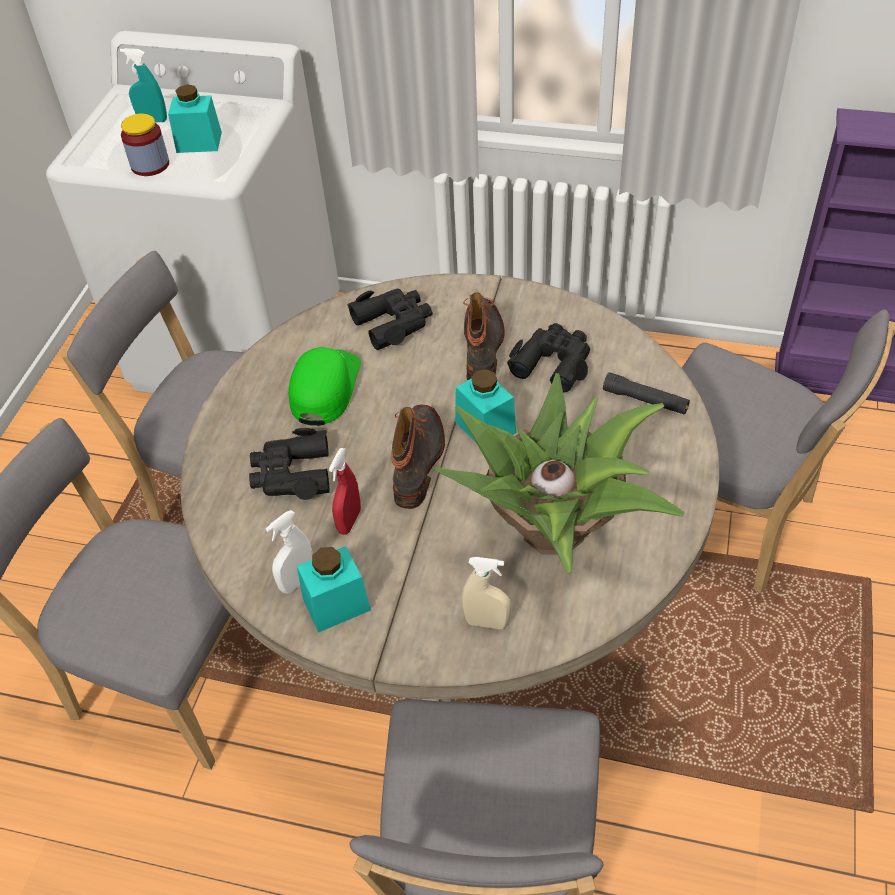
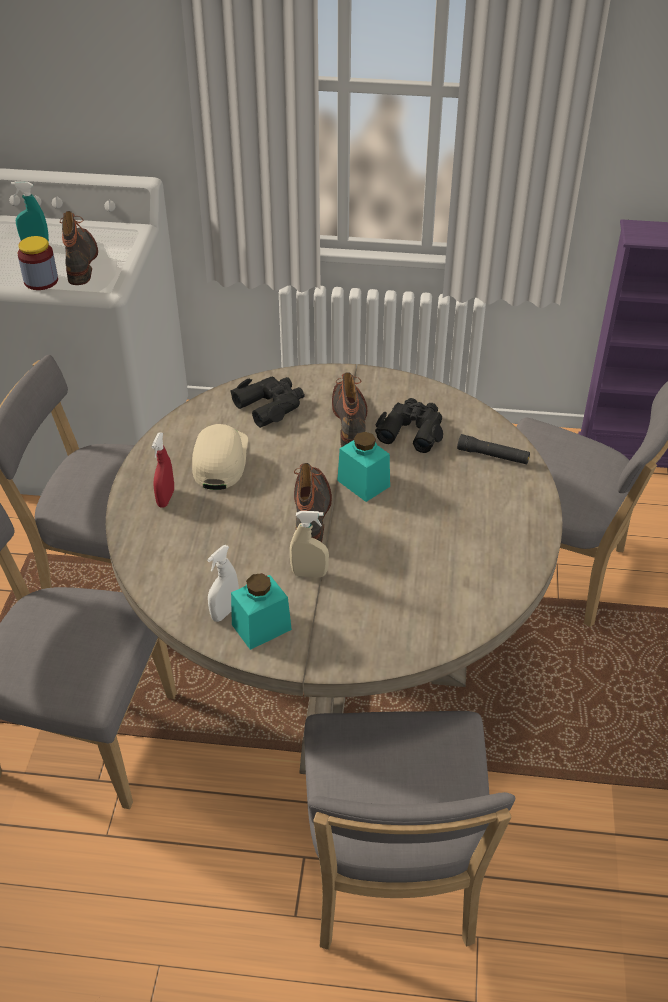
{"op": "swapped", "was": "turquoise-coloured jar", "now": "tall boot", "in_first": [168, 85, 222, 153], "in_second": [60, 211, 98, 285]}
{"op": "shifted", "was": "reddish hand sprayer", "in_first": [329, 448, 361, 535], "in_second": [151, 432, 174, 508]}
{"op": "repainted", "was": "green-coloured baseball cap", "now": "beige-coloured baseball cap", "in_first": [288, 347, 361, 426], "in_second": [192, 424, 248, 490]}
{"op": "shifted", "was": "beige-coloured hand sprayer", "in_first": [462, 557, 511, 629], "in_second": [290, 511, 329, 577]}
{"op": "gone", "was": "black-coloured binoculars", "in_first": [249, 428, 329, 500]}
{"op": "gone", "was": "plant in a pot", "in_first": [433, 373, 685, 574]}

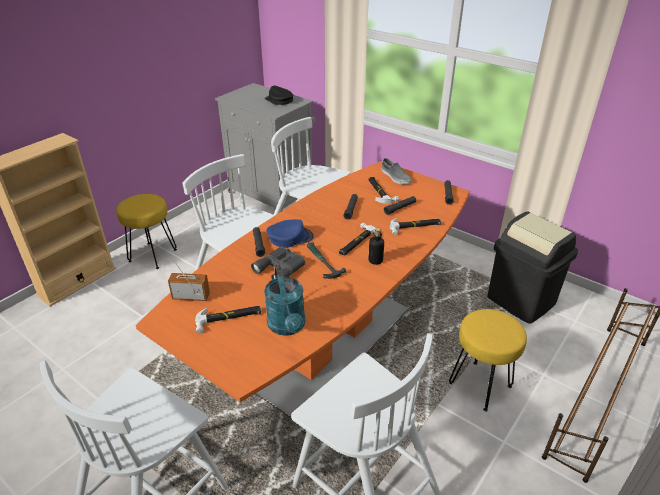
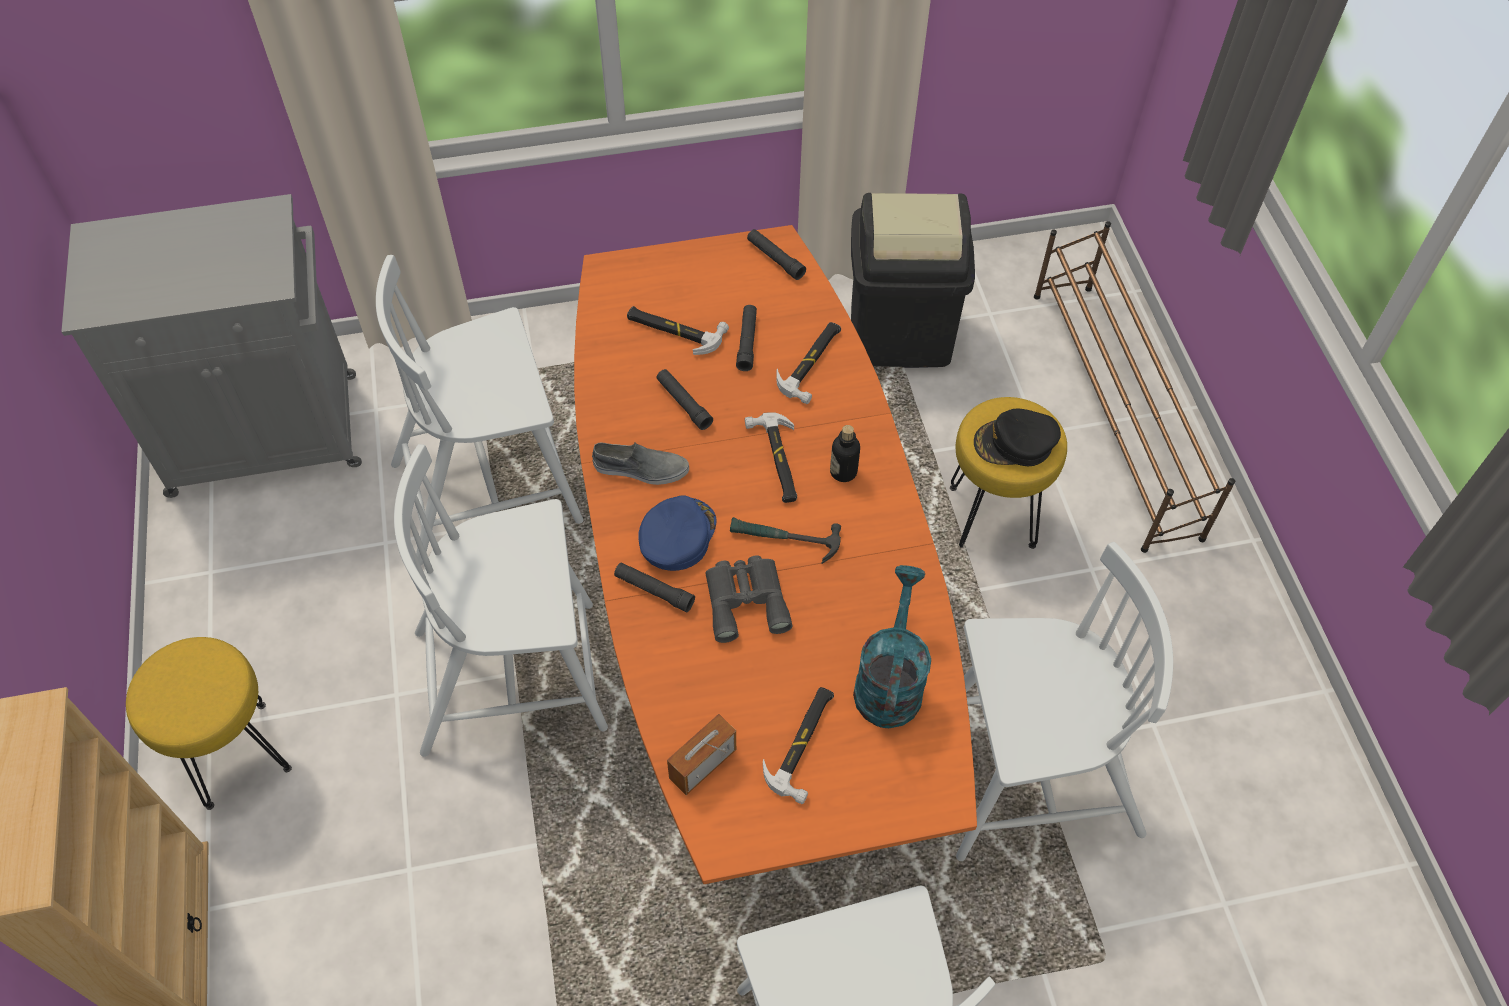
{"op": "shifted", "was": "grey shoe", "in_first": [381, 158, 412, 185], "in_second": [592, 442, 689, 485]}
{"op": "rotated", "was": "turquoise-coloured watering can", "in_first": [264, 266, 305, 336], "in_second": [853, 565, 931, 728], "clockwise": -105}
{"op": "shifted", "was": "black-coloured baseball cap", "in_first": [265, 86, 293, 105], "in_second": [974, 409, 1061, 466]}

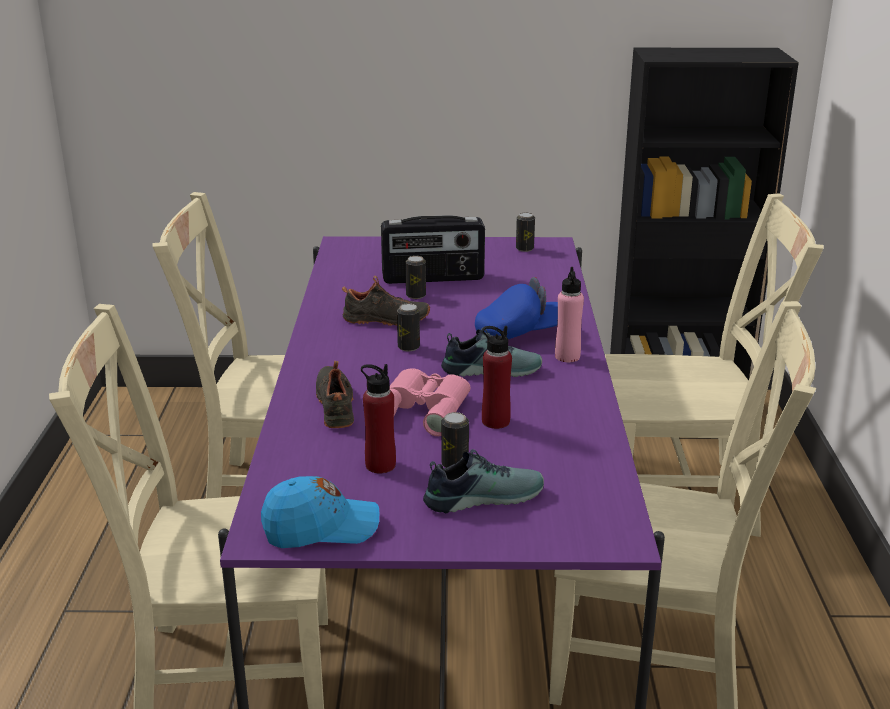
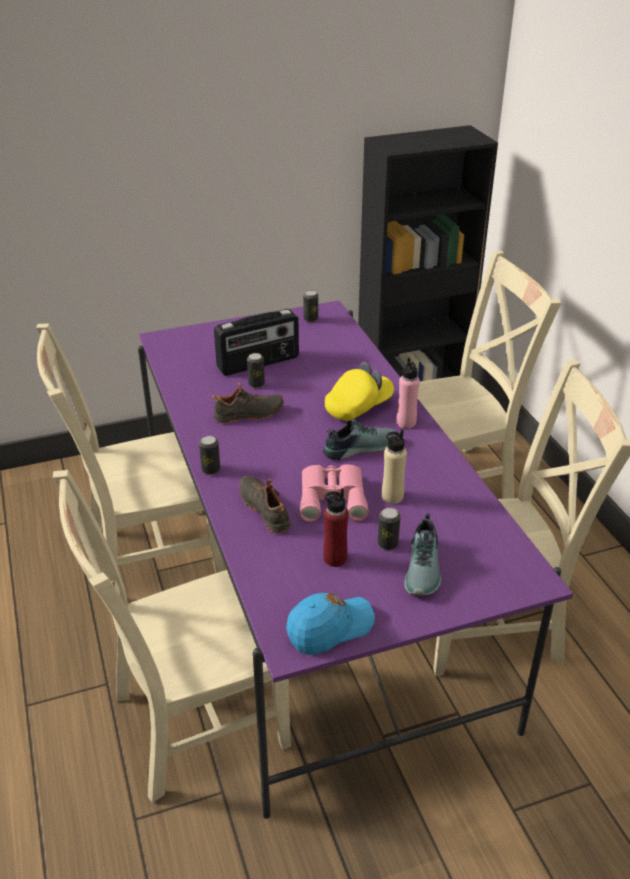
{"op": "shifted", "was": "metal can", "in_first": [397, 303, 420, 351], "in_second": [199, 436, 220, 475]}
{"op": "repainted", "was": "bluish baseball cap", "now": "yellowish baseball cap", "in_first": [475, 277, 558, 339], "in_second": [325, 362, 394, 421]}
{"op": "repainted", "was": "reddish bottle", "now": "beige-coloured bottle", "in_first": [482, 326, 512, 429], "in_second": [382, 429, 407, 504]}
{"op": "rotated", "was": "shoe", "in_first": [423, 449, 544, 513], "in_second": [404, 513, 441, 596], "clockwise": 135}

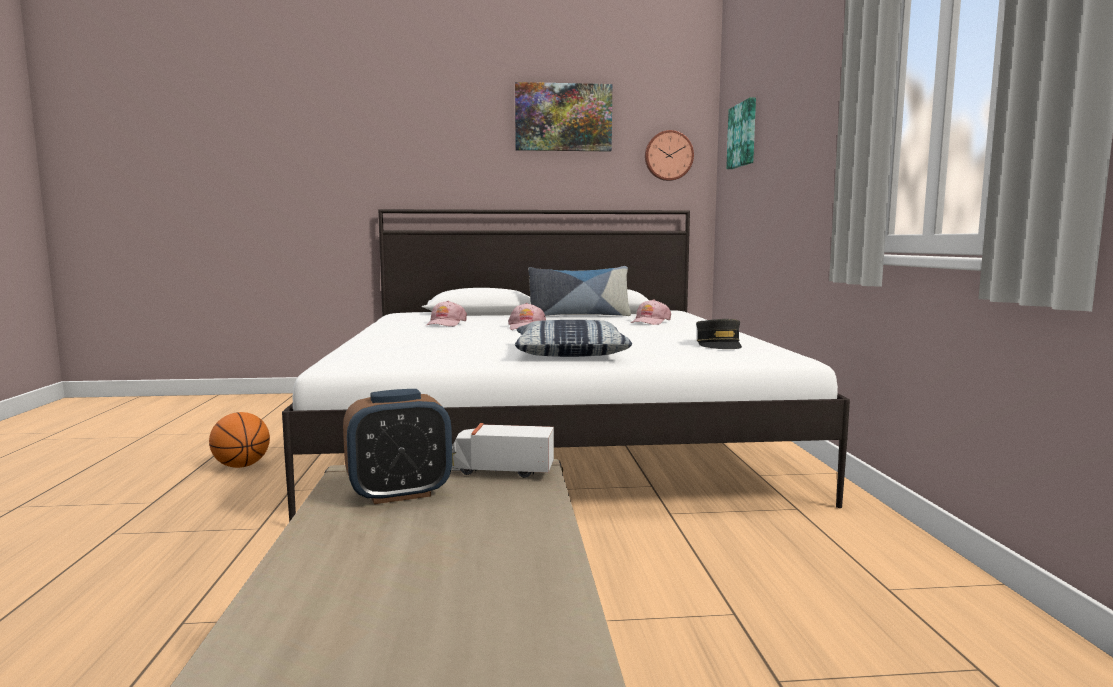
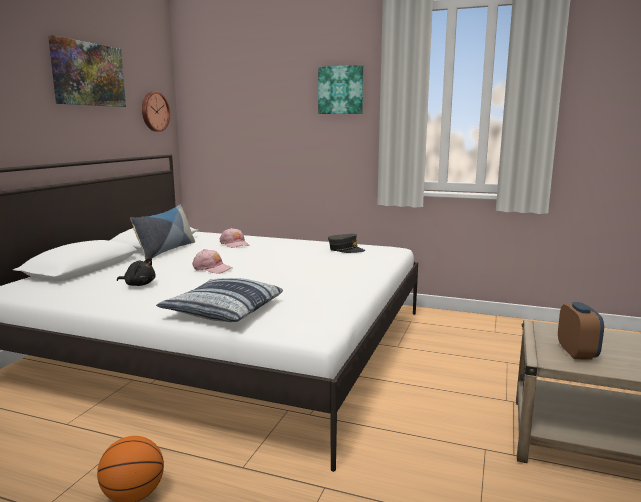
{"op": "swapped", "was": "pinkish baseball cap", "now": "black-coloured cuddly toy", "in_first": [425, 301, 467, 327], "in_second": [117, 258, 155, 286]}
{"op": "shifted", "was": "cushion", "in_first": [515, 320, 632, 357], "in_second": [156, 278, 283, 322]}
{"op": "shifted", "was": "picture", "in_first": [726, 98, 756, 169], "in_second": [318, 65, 364, 114]}
{"op": "gone", "was": "toy lorry", "in_first": [452, 423, 554, 478]}

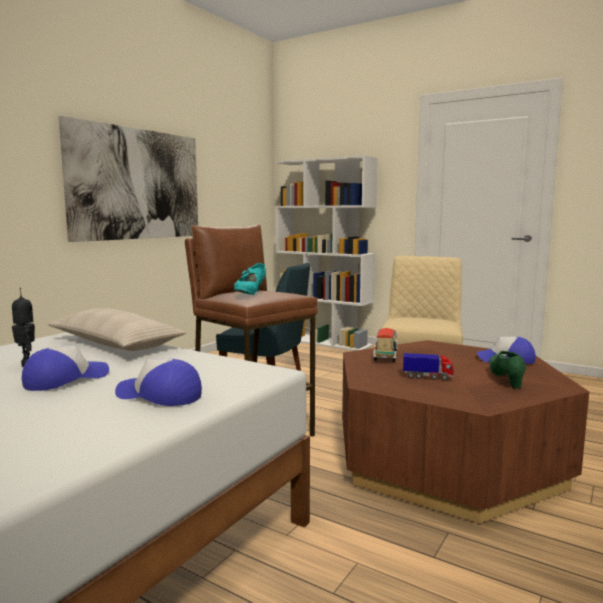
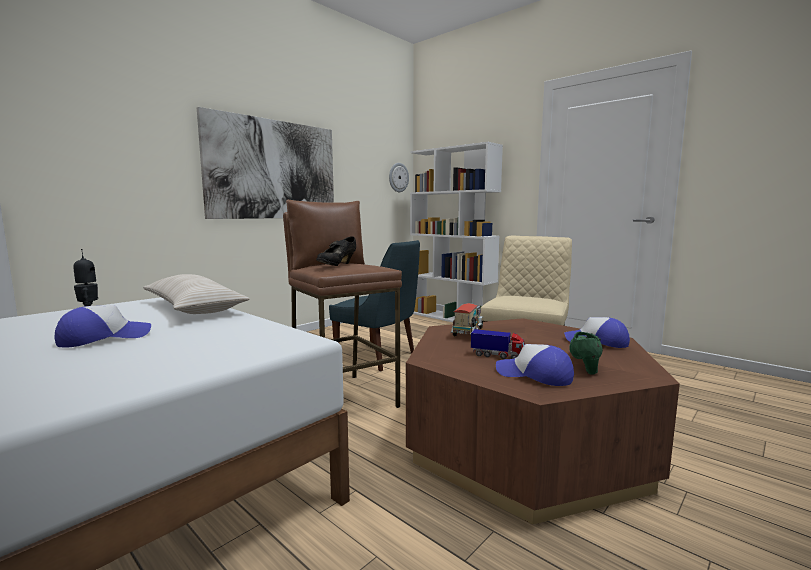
{"op": "repainted", "was": "turquoise-coloured shoe", "now": "black-coloured shoe", "in_first": [234, 263, 266, 295], "in_second": [316, 236, 356, 266]}
{"op": "new", "now": "wall clock", "in_second": [389, 163, 409, 192]}
{"op": "shifted", "was": "baseball cap", "in_first": [115, 359, 202, 406], "in_second": [496, 344, 574, 386]}

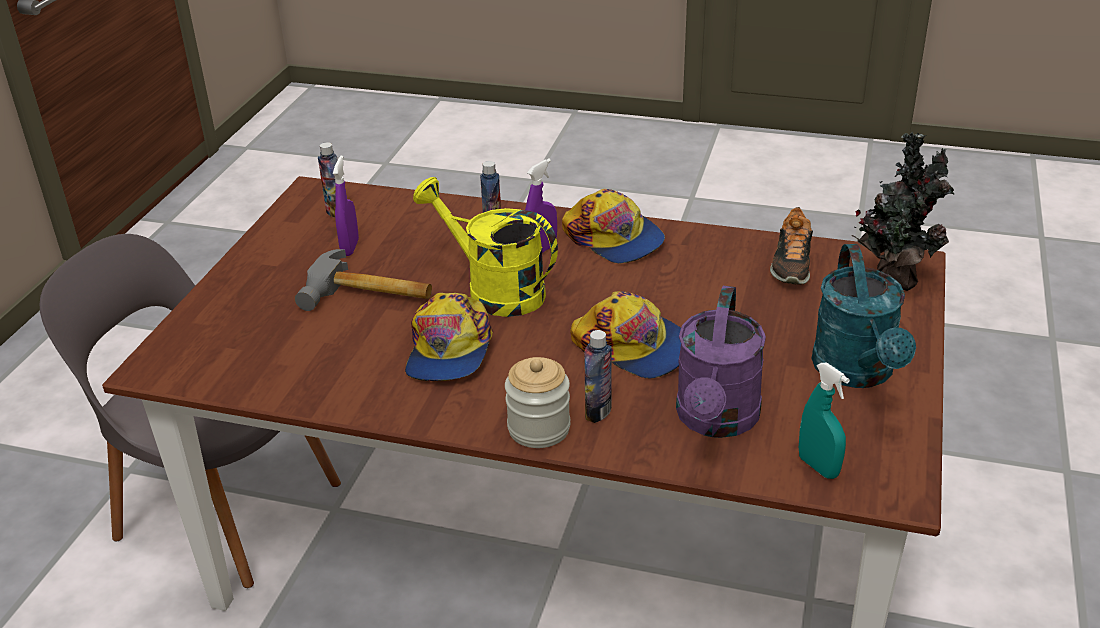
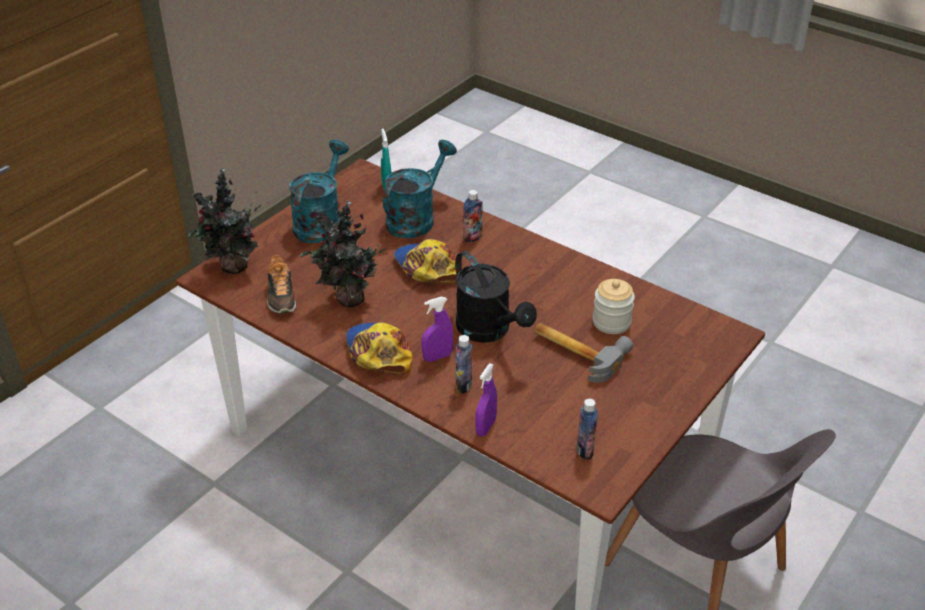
{"op": "rotated", "was": "shoe", "in_first": [770, 207, 813, 285], "in_second": [267, 254, 296, 314], "clockwise": 135}
{"op": "new", "now": "plant in a pot", "in_second": [300, 200, 387, 308]}
{"op": "repainted", "was": "purplish watering can", "now": "turquoise-coloured watering can", "in_first": [676, 286, 766, 438], "in_second": [383, 140, 457, 238]}
{"op": "repainted", "was": "yellowish watering can", "now": "black-coloured watering can", "in_first": [413, 177, 558, 317], "in_second": [455, 251, 537, 343]}
{"op": "shifted", "was": "purplish hand sprayer", "in_first": [333, 156, 359, 256], "in_second": [475, 363, 497, 436]}
{"op": "shifted", "was": "jar", "in_first": [505, 357, 570, 448], "in_second": [593, 279, 635, 334]}
{"op": "gone", "was": "baseball cap", "in_first": [405, 293, 493, 381]}

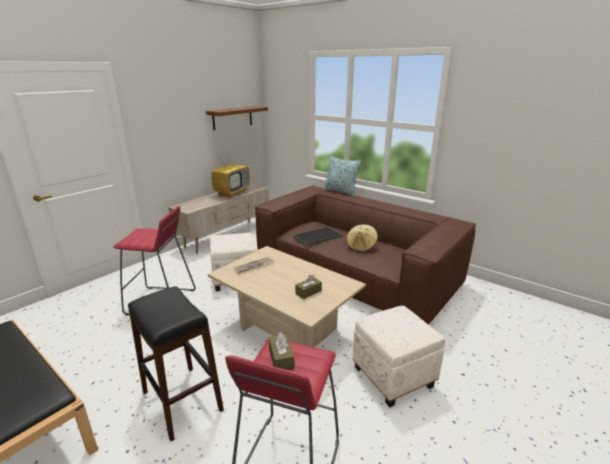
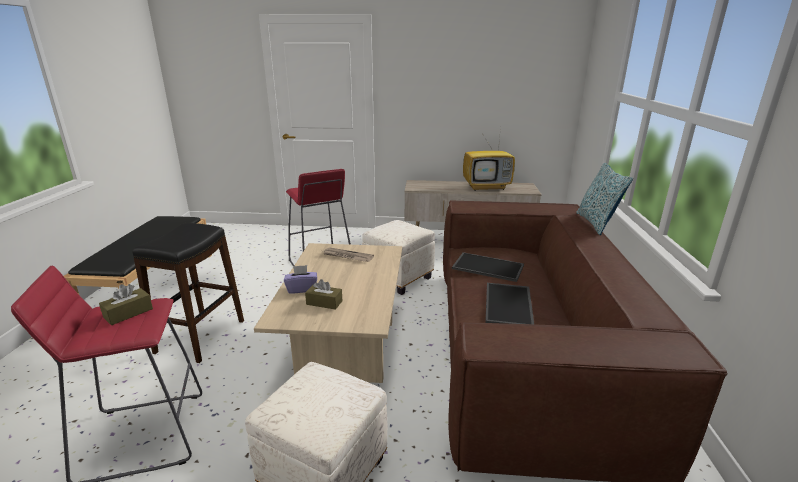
{"op": "new", "now": "purplish tissue box", "in_second": [284, 265, 317, 294]}
{"op": "swapped", "was": "beige-coloured clothing hat", "now": "serving tray", "in_first": [346, 224, 378, 252], "in_second": [485, 283, 534, 324]}
{"op": "gone", "was": "brownish bracket shelf", "in_first": [206, 106, 268, 130]}

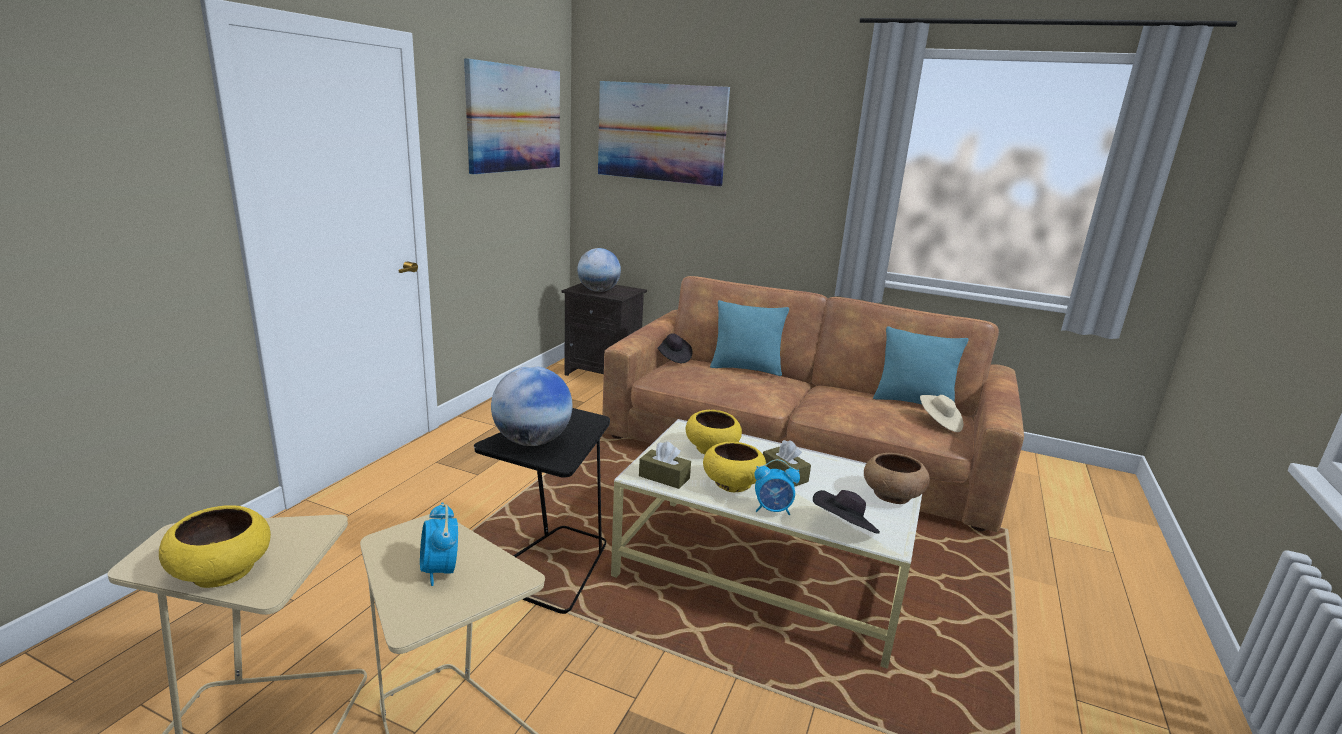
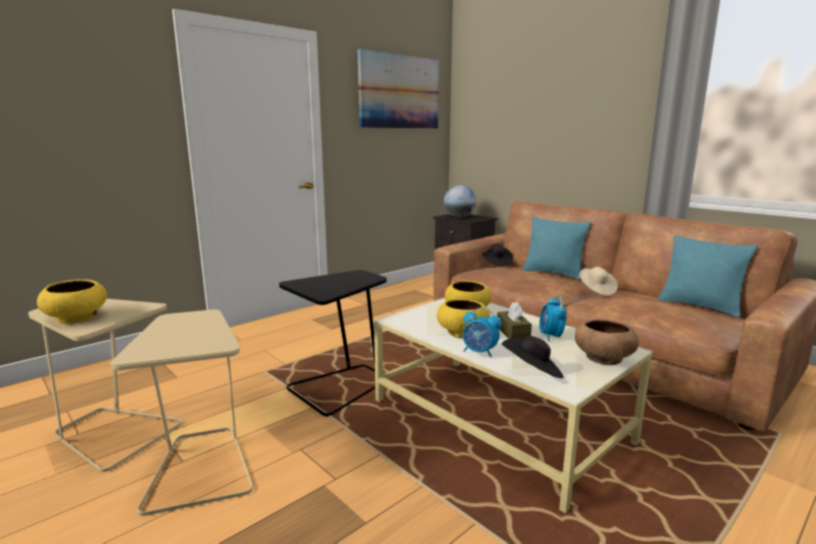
{"op": "shifted", "was": "table clock", "in_first": [420, 503, 458, 586], "in_second": [539, 296, 567, 341]}
{"op": "shifted", "was": "beige-coloured clothing hat", "in_first": [920, 395, 963, 432], "in_second": [579, 267, 618, 296]}
{"op": "gone", "was": "globe", "in_first": [491, 366, 572, 446]}
{"op": "gone", "was": "picture", "in_first": [598, 81, 730, 187]}
{"op": "gone", "was": "brownish tissue box", "in_first": [639, 441, 691, 489]}

